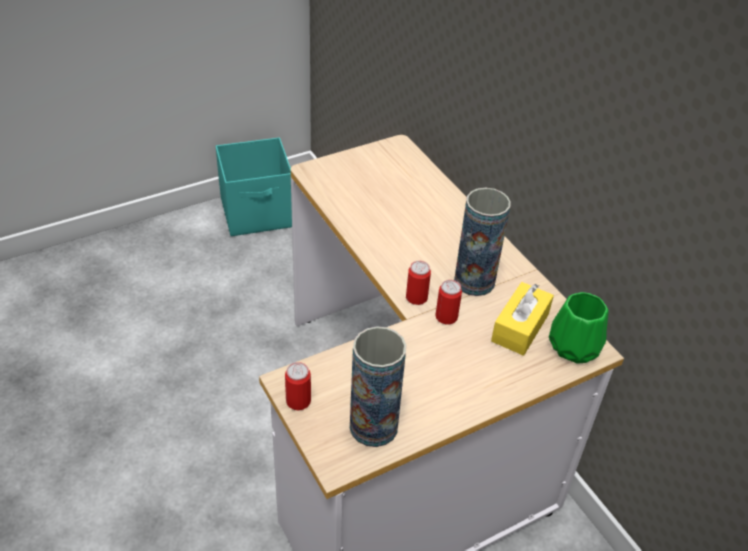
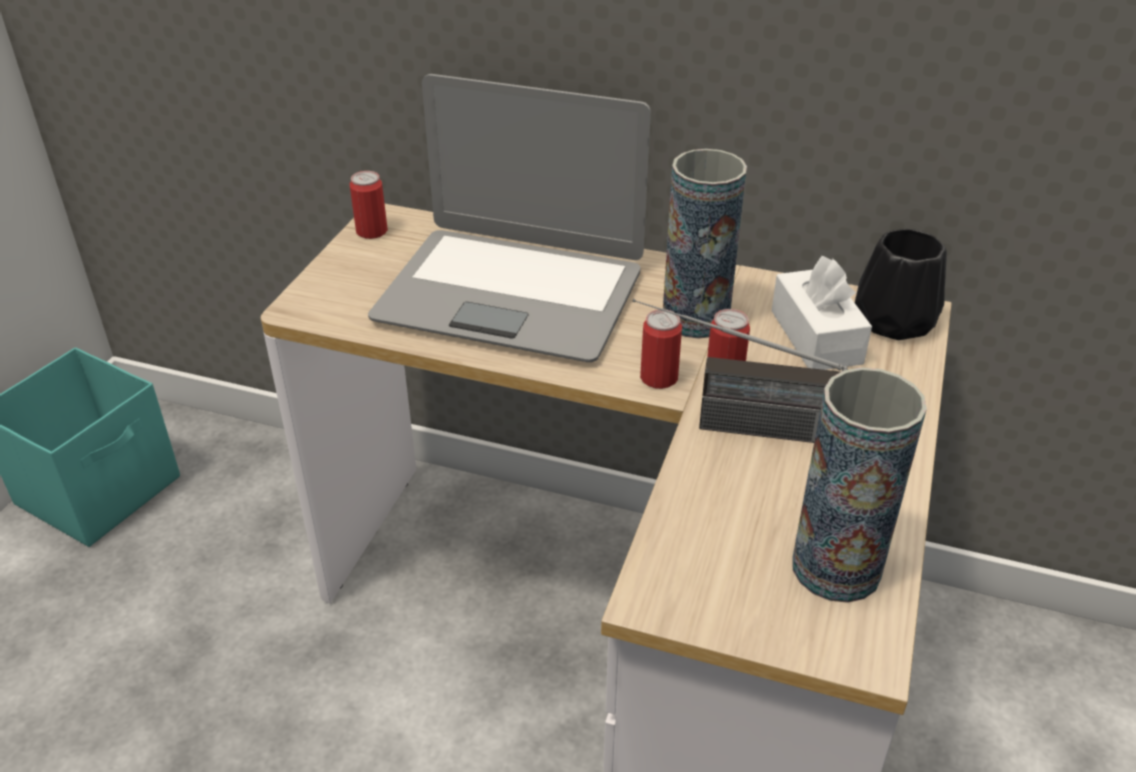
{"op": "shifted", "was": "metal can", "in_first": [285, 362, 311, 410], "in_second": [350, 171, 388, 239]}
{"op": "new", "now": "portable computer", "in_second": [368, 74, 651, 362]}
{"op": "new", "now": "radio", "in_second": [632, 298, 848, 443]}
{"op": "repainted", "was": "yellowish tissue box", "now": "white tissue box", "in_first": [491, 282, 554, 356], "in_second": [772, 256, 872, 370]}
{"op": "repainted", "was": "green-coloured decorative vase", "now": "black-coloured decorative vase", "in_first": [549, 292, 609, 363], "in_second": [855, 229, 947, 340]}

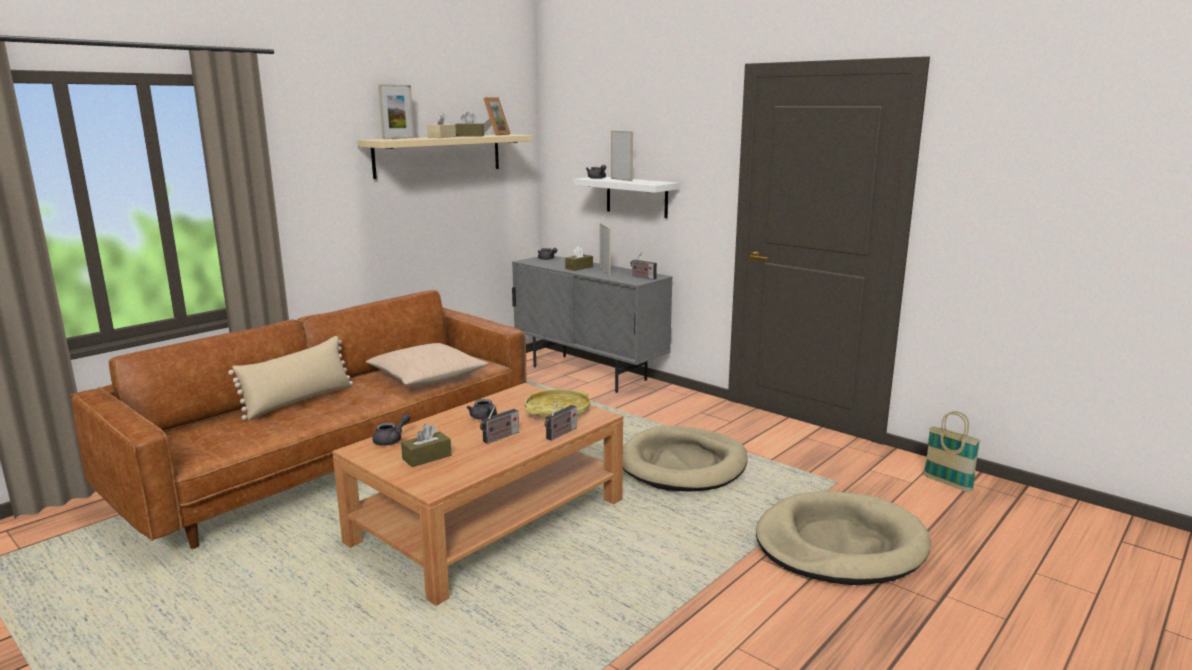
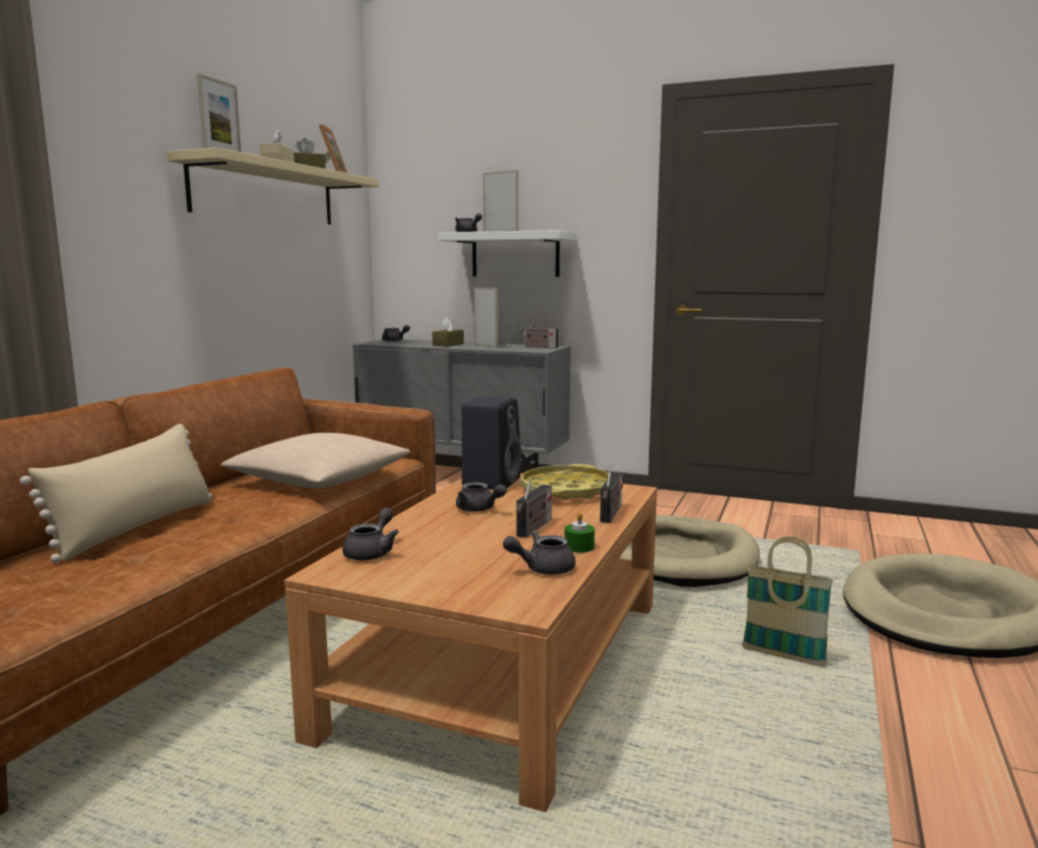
{"op": "new", "now": "black-coloured speaker", "in_second": [461, 397, 522, 489]}
{"op": "new", "now": "grey teapot", "in_second": [503, 530, 576, 575]}
{"op": "new", "now": "green-coloured wax light", "in_second": [564, 513, 595, 553]}
{"op": "shifted", "was": "storage basket", "in_first": [923, 411, 981, 492], "in_second": [742, 536, 833, 667]}
{"op": "gone", "was": "brownish tissue box", "in_first": [401, 424, 451, 467]}

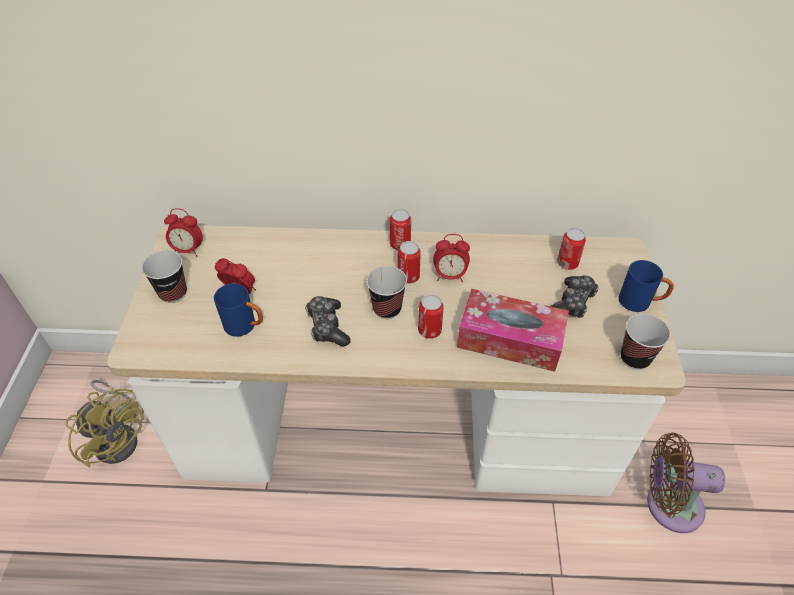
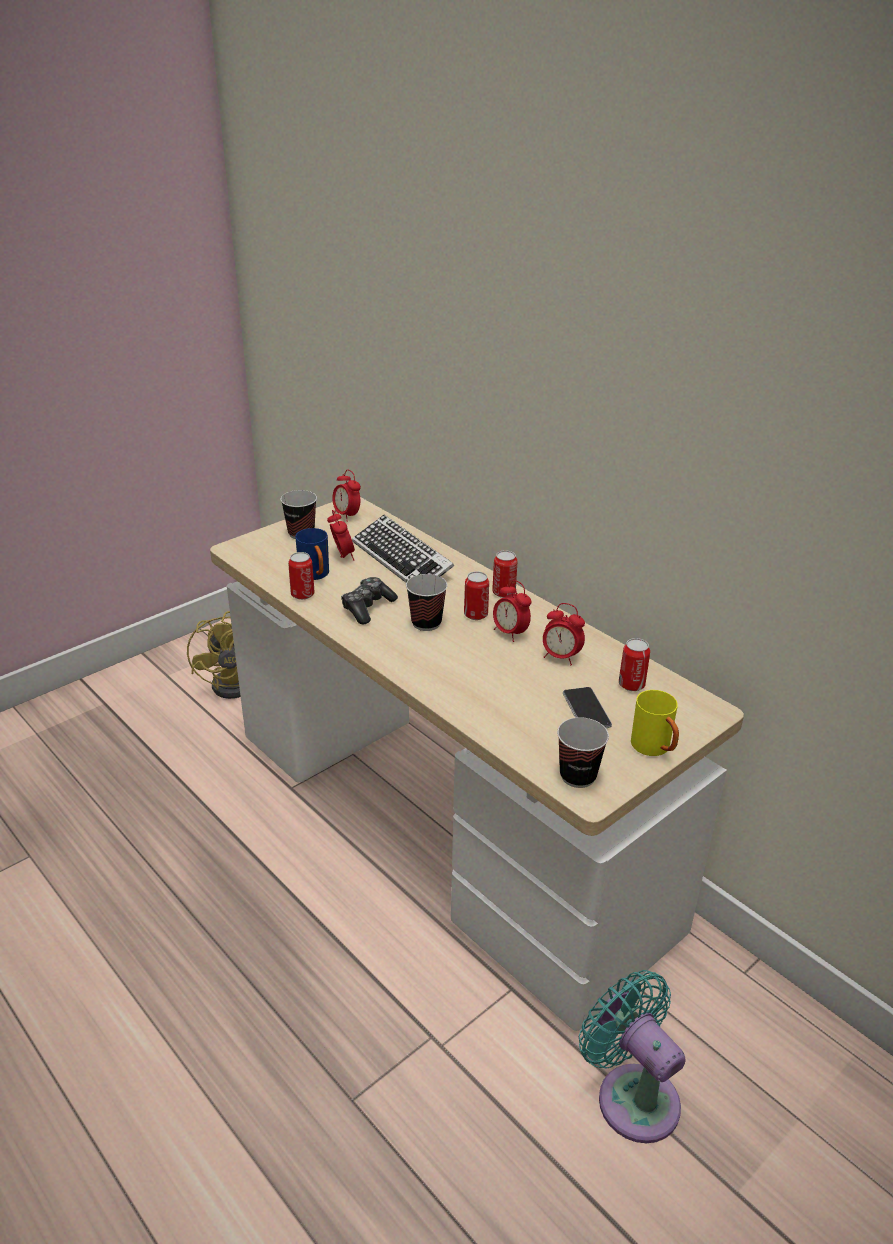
{"op": "shifted", "was": "metal can", "in_first": [418, 294, 444, 339], "in_second": [288, 552, 314, 600]}
{"op": "new", "now": "PC keyboard", "in_second": [352, 515, 454, 583]}
{"op": "new", "now": "table clock", "in_second": [543, 603, 585, 665]}
{"op": "swapped", "was": "gamepad", "now": "telephone", "in_first": [550, 276, 599, 318], "in_second": [563, 687, 612, 728]}
{"op": "repainted", "was": "brownish cooling fan", "now": "turquoise-coloured cooling fan", "in_first": [647, 433, 725, 533], "in_second": [579, 970, 686, 1143]}
{"op": "repainted", "was": "bluish coffee mug", "now": "yellowish coffee mug", "in_first": [619, 260, 674, 312], "in_second": [631, 690, 679, 756]}
{"op": "gone", "was": "tissue box", "in_first": [457, 289, 569, 372]}

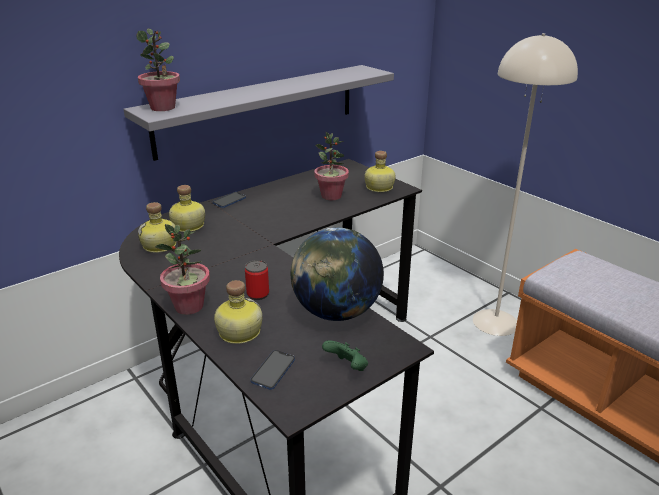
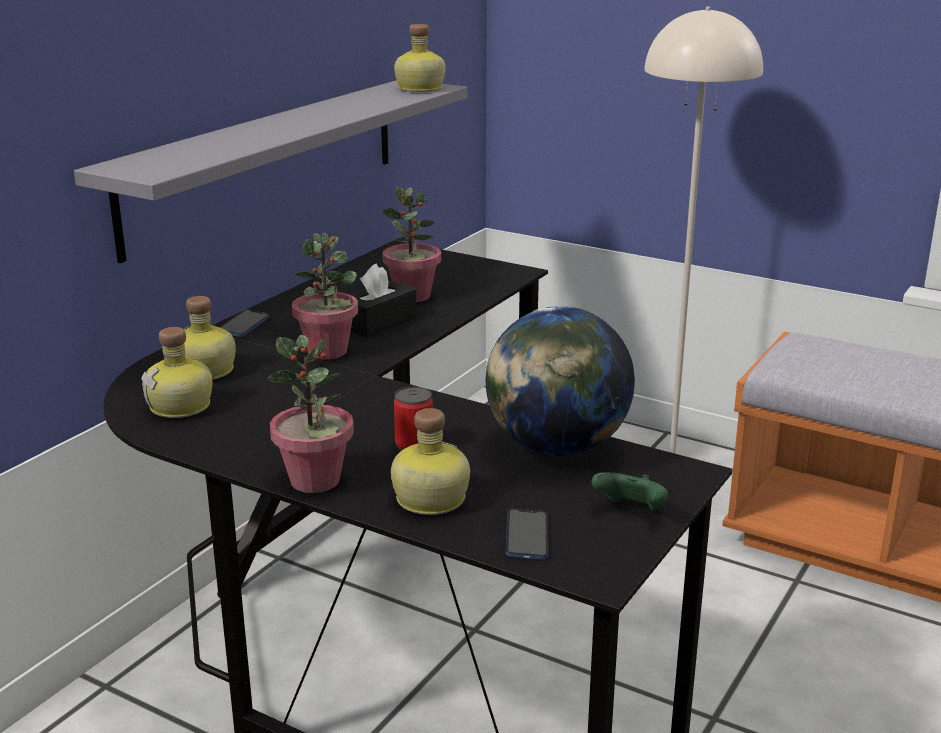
{"op": "shifted", "was": "plant in a pot", "in_first": [137, 29, 180, 111], "in_second": [292, 232, 358, 359]}
{"op": "new", "now": "black-coloured tissue box", "in_second": [350, 264, 417, 337]}
{"op": "shifted", "was": "bottle", "in_first": [365, 151, 396, 192], "in_second": [394, 24, 446, 92]}

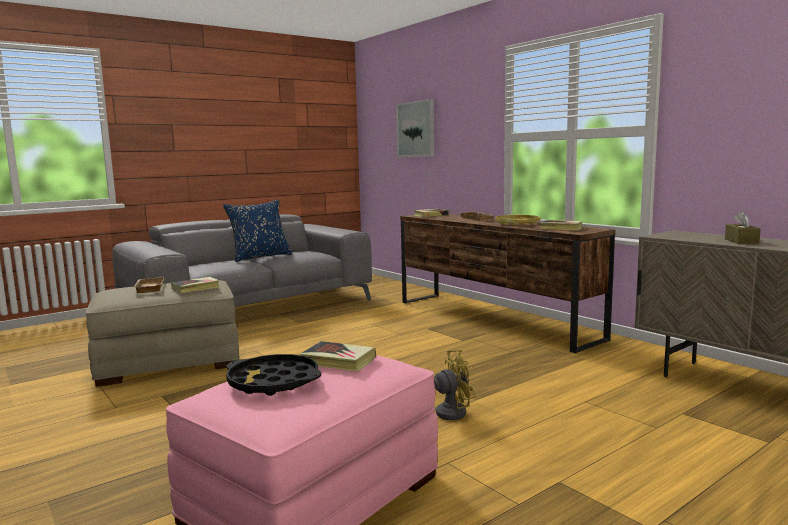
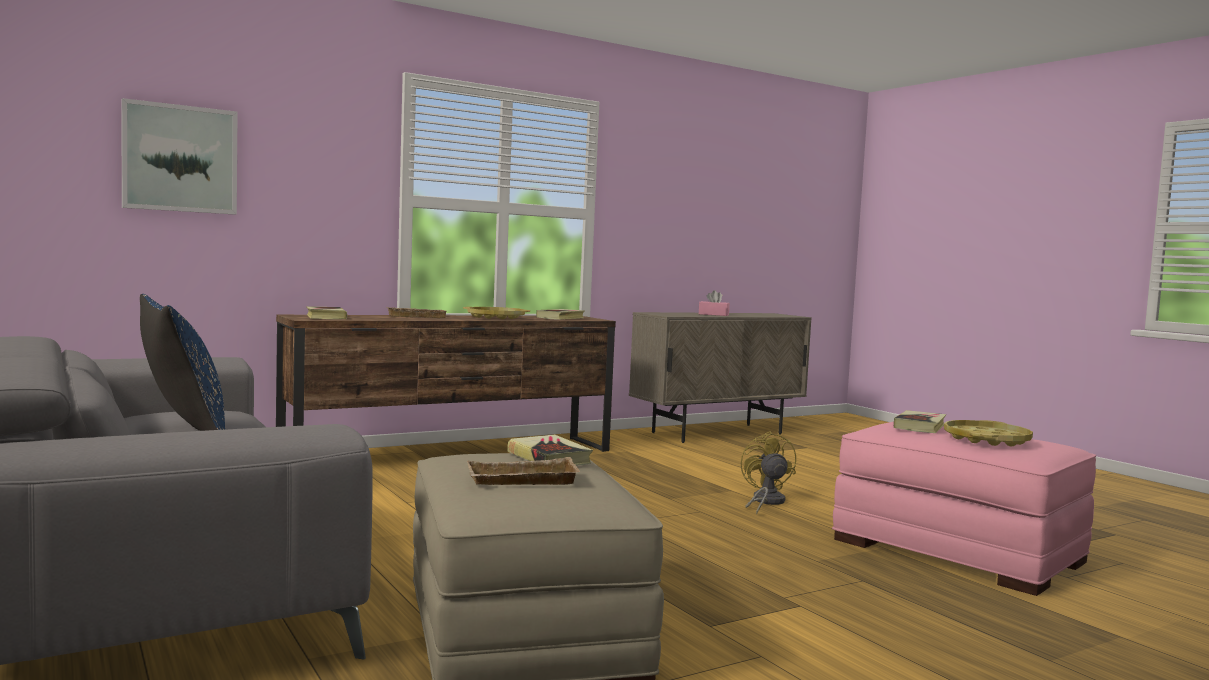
{"op": "repainted", "was": "brownish tissue box", "now": "pinkish tissue box", "in_first": [725, 211, 761, 244], "in_second": [699, 290, 730, 316]}
{"op": "repainted", "was": "black-coloured serving tray", "now": "yellowish serving tray", "in_first": [226, 354, 321, 396], "in_second": [944, 420, 1033, 446]}

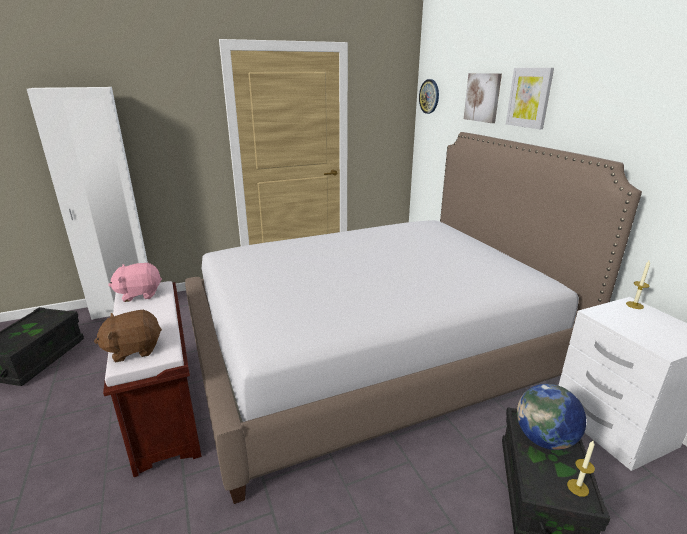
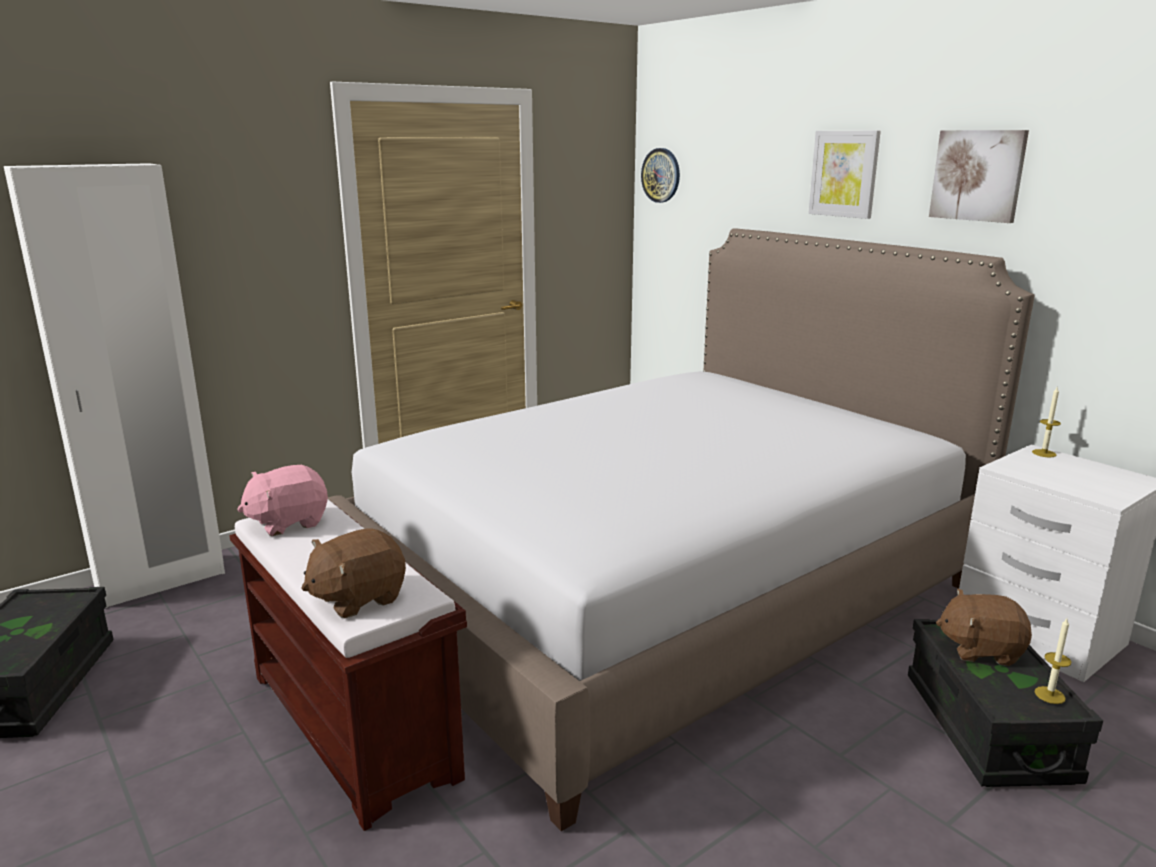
{"op": "shifted", "was": "picture", "in_first": [464, 73, 502, 123], "in_second": [929, 130, 1029, 223]}
{"op": "swapped", "was": "globe", "now": "brownish cuddly toy", "in_first": [517, 384, 586, 450], "in_second": [936, 589, 1032, 666]}

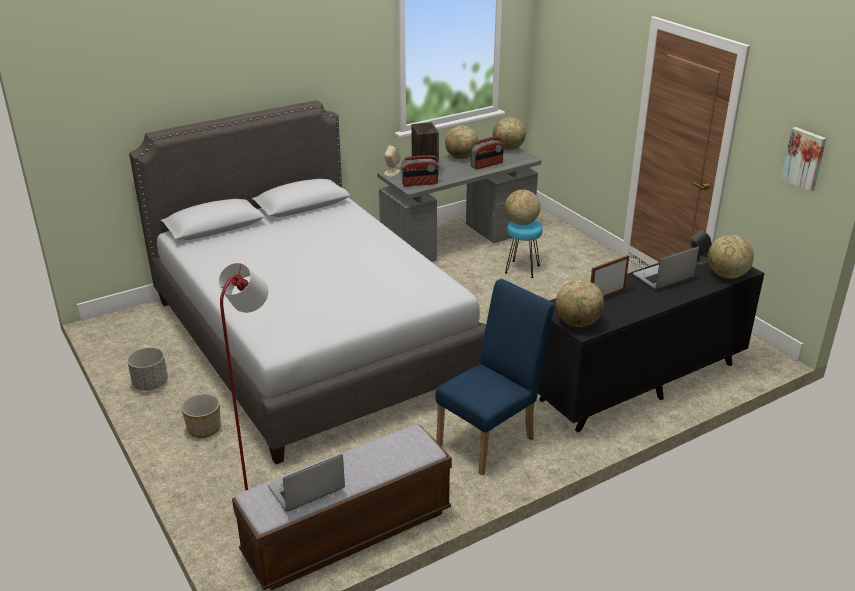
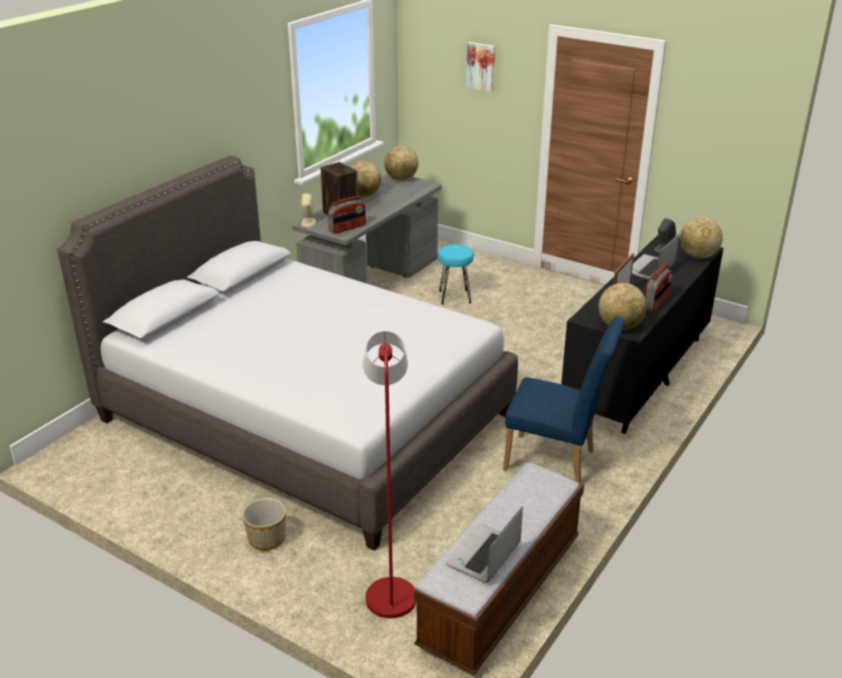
{"op": "shifted", "was": "picture", "in_first": [781, 127, 826, 192], "in_second": [466, 42, 495, 92]}
{"op": "rotated", "was": "bluish upright chair", "in_first": [435, 279, 554, 476], "in_second": [503, 316, 625, 482], "clockwise": 90}
{"op": "shifted", "was": "radio", "in_first": [471, 136, 504, 170], "in_second": [644, 263, 673, 312]}
{"op": "gone", "was": "grey plant pot", "in_first": [127, 347, 168, 391]}
{"op": "gone", "was": "globe", "in_first": [505, 190, 540, 225]}

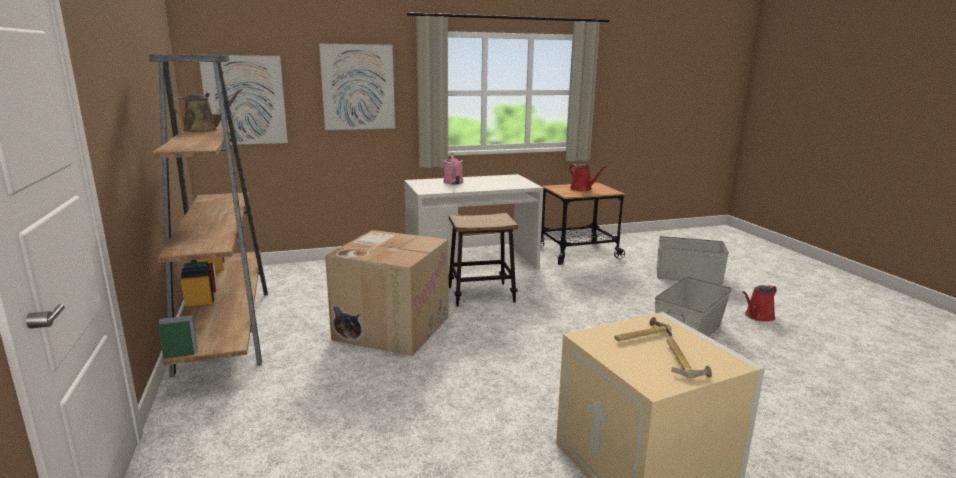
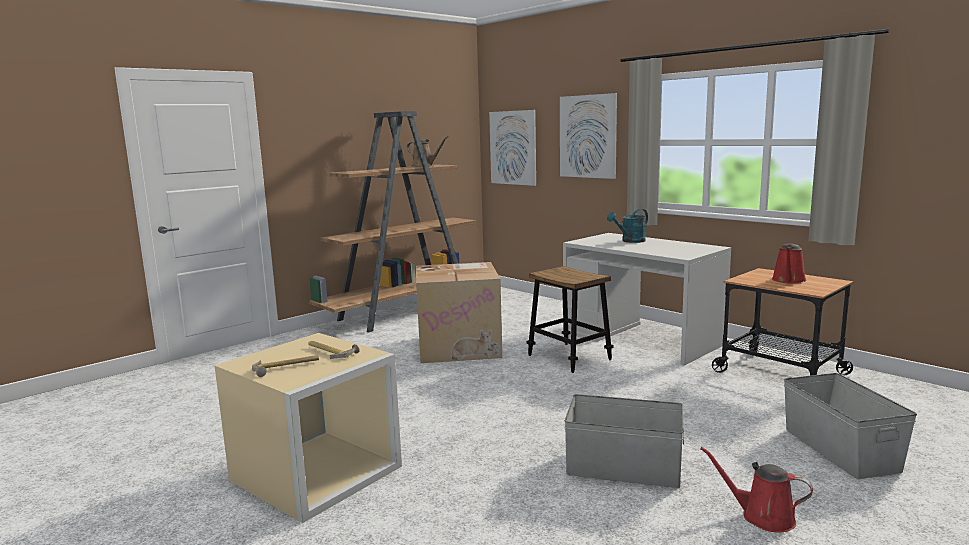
{"op": "repainted", "was": "pinkish watering can", "now": "turquoise-coloured watering can", "in_first": [444, 153, 463, 184], "in_second": [607, 209, 648, 243]}

